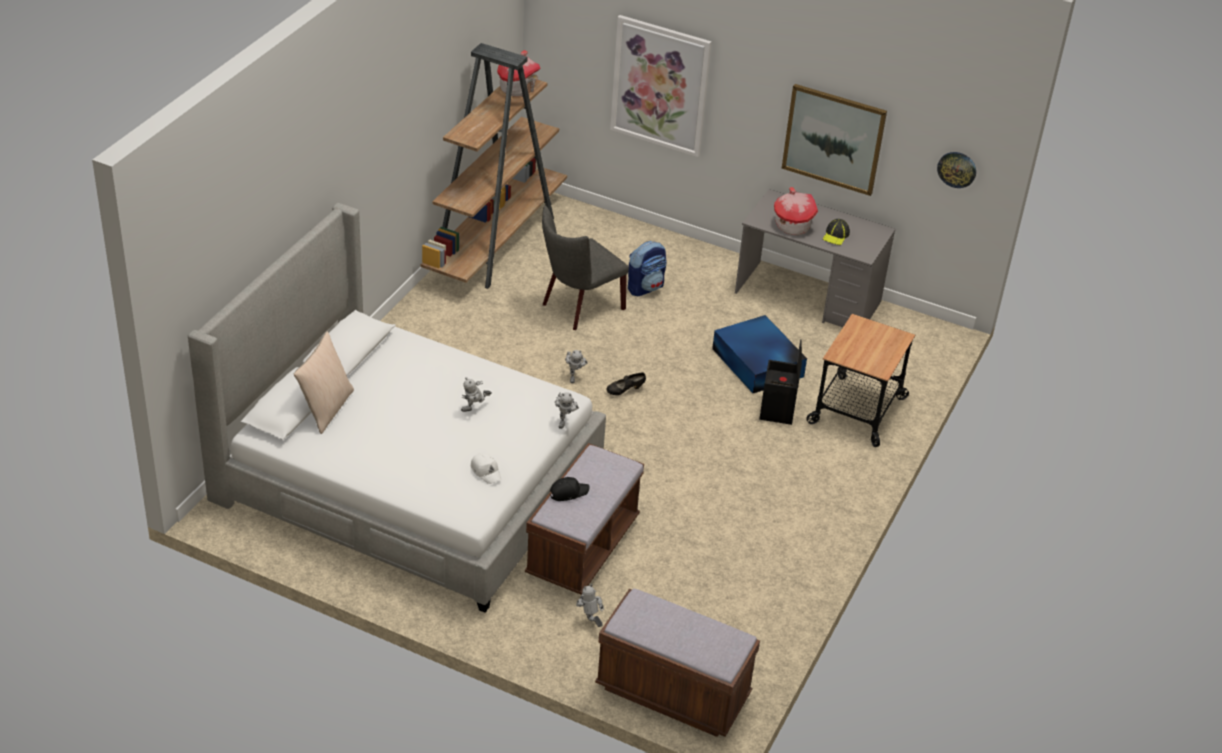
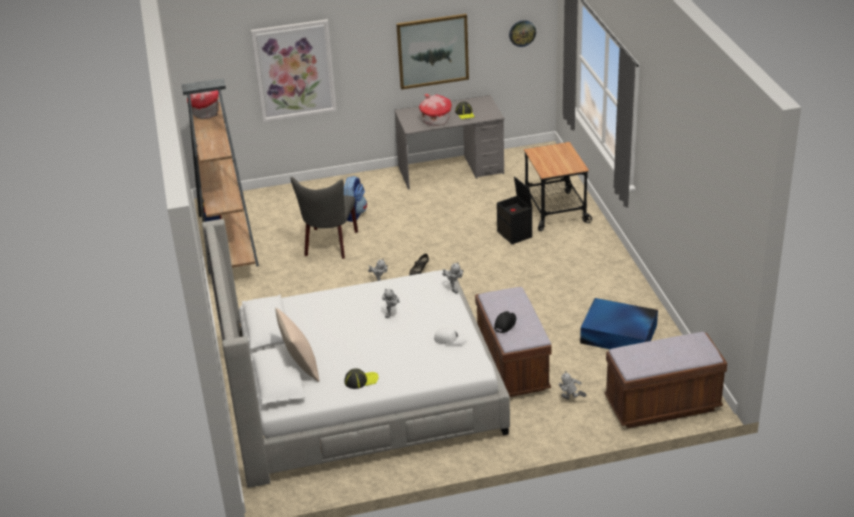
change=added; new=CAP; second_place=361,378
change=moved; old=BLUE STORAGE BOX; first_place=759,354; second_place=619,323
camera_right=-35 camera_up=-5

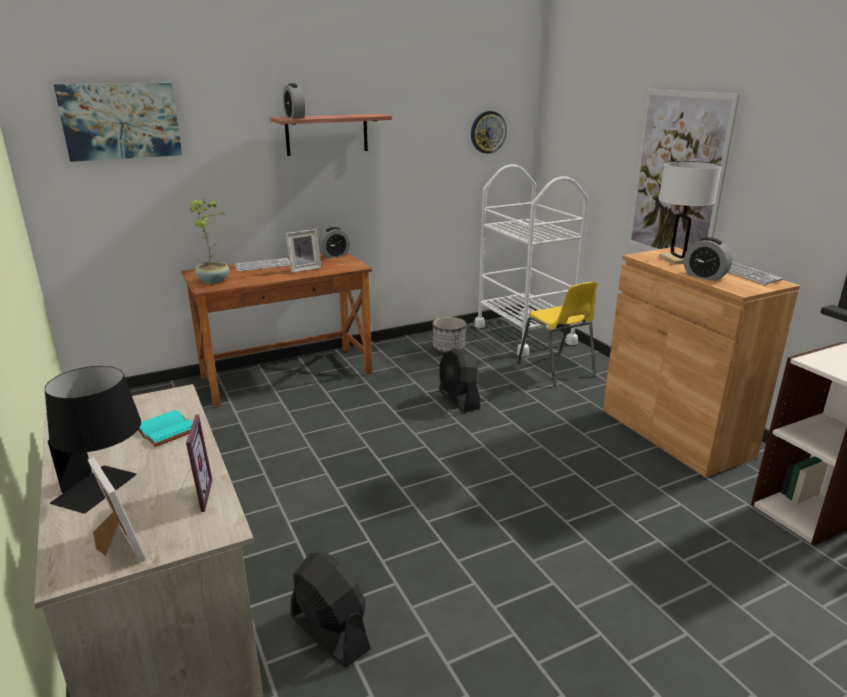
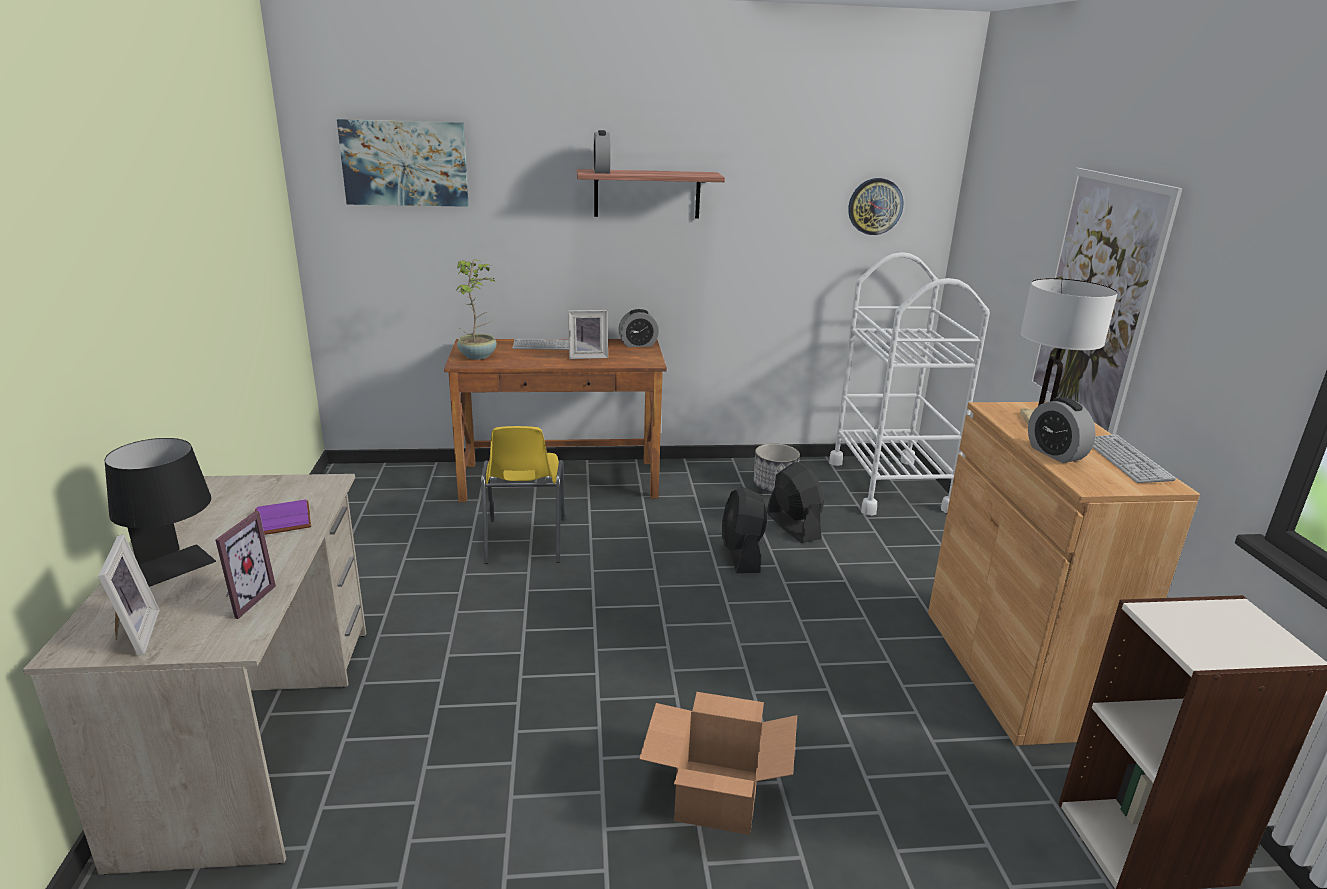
change=recoloured; old=BLUE-GREEN BOUND BOOK; new=PURPLE BOUND BOOK; first_place=165,428; second_place=283,517
change=moved; old=YELLOWISH PLAIN CHAIR; first_place=557,334; second_place=523,495
change=added; new=PACKING BOX; second_place=718,763
change=moved; old=BLACKISH ELECTRIC FAN; first_place=330,609; second_place=795,502
camera_right=20 camera_up=0

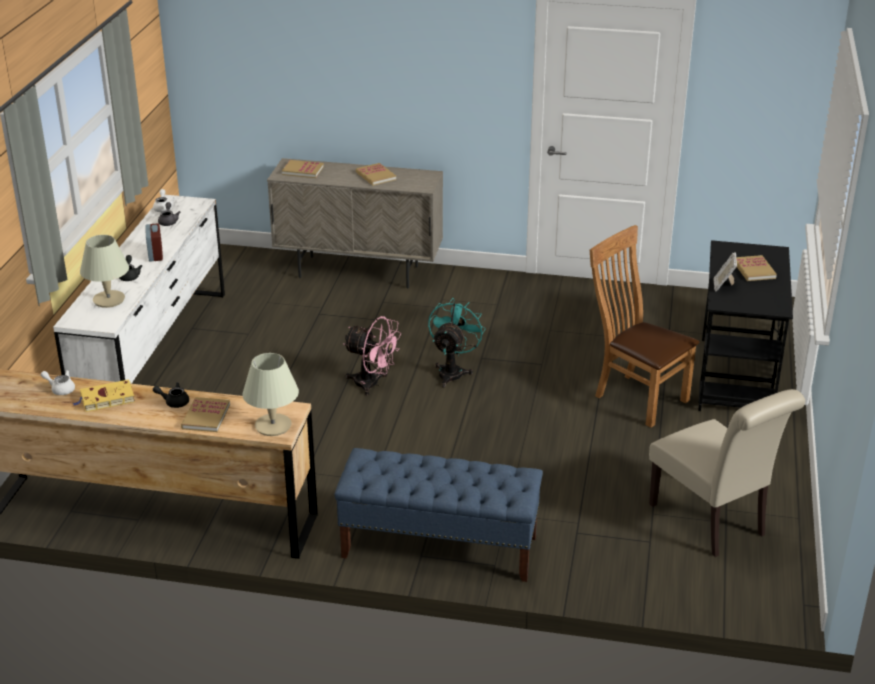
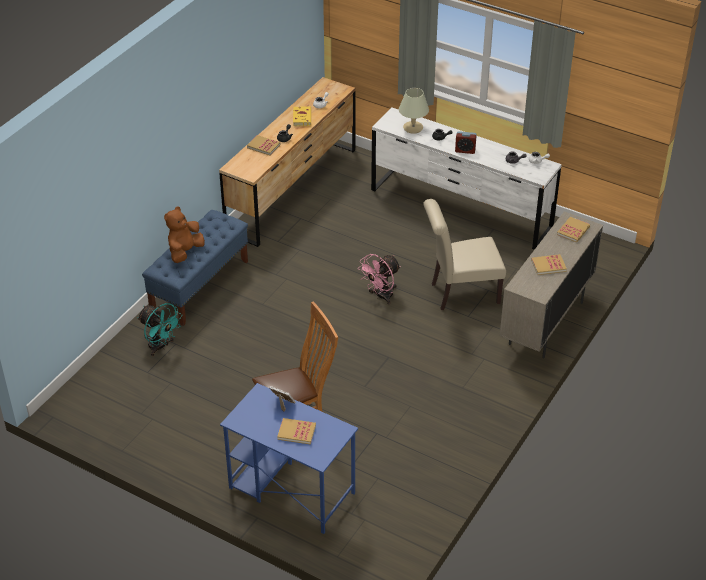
change=moved; old=BLUE-GREEN ELECTRIC FAN; first_place=457,343; second_place=159,329
change=added; new=BROWNISH SOFT TOY; second_place=184,234
change=recoloured; old=BLACKISH DESK TABLE; new=BLUE DESK TABLE; first_place=745,325; second_place=289,458
change=moved; old=BEIGE-COLOURED PLAIN CHAIR; first_place=727,473; second_place=464,254
change=removed; old=BEIGE-COLOURED LAMP FOR A TABLE; first_place=270,394
camera_right=110 camera_up=10

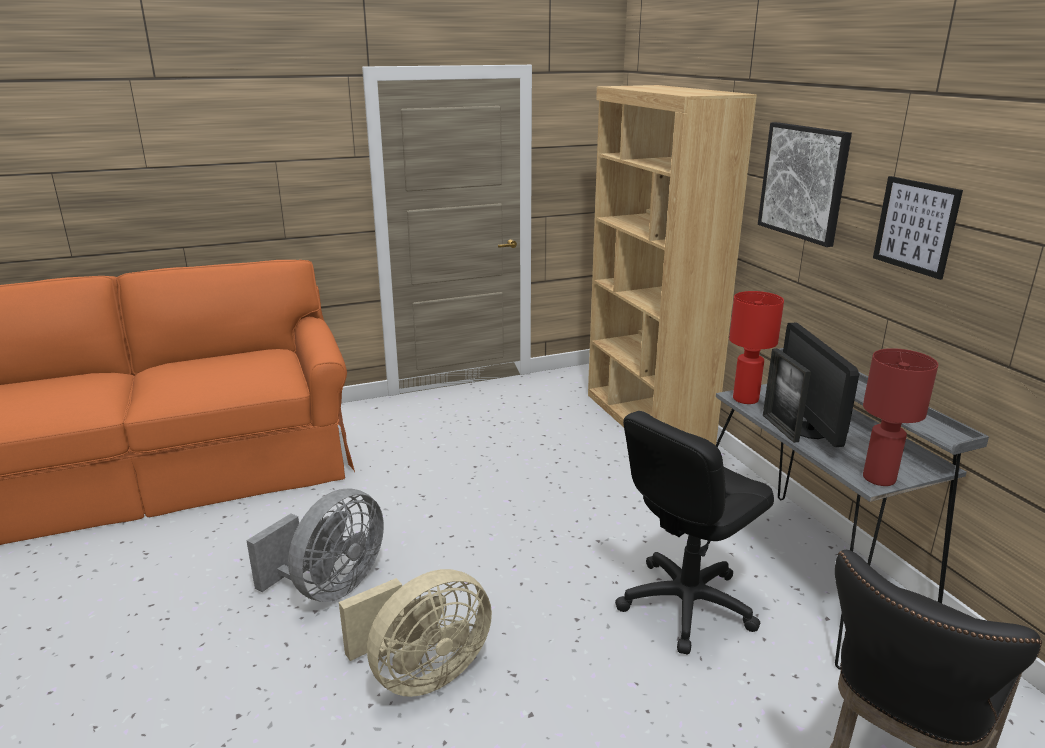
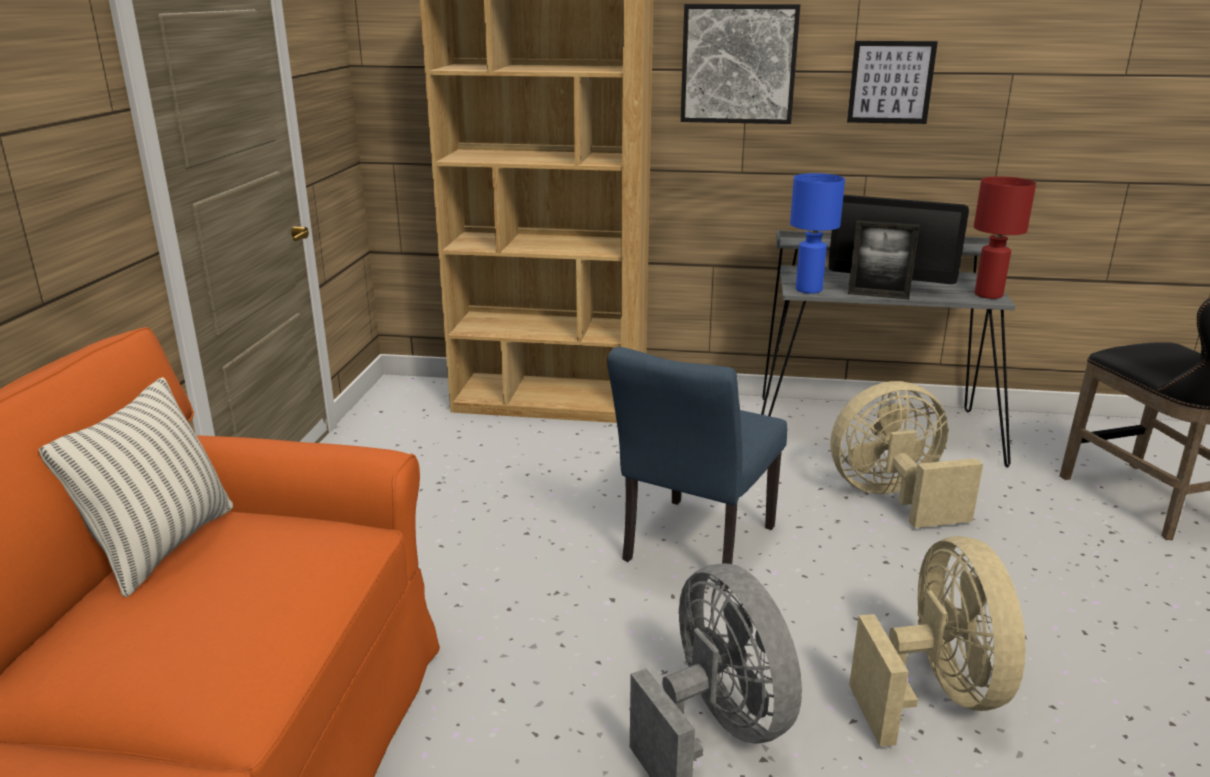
change=added; new=THROW PILLOW; second_place=136,487
change=added; new=BLUE PLAIN CHAIR; second_place=697,469
change=recoloured; old=REDDISH LAMP FOR A TABLE; new=BLUE LAMP FOR A TABLE; first_place=756,347; second_place=817,233
change=replaced; old=BLACKISH OFFICE CHAIR; new=BEIGE-COLOURED ELECTRIC FAN; first_place=694,532; second_place=906,454
camera_right=-60 camera_up=0

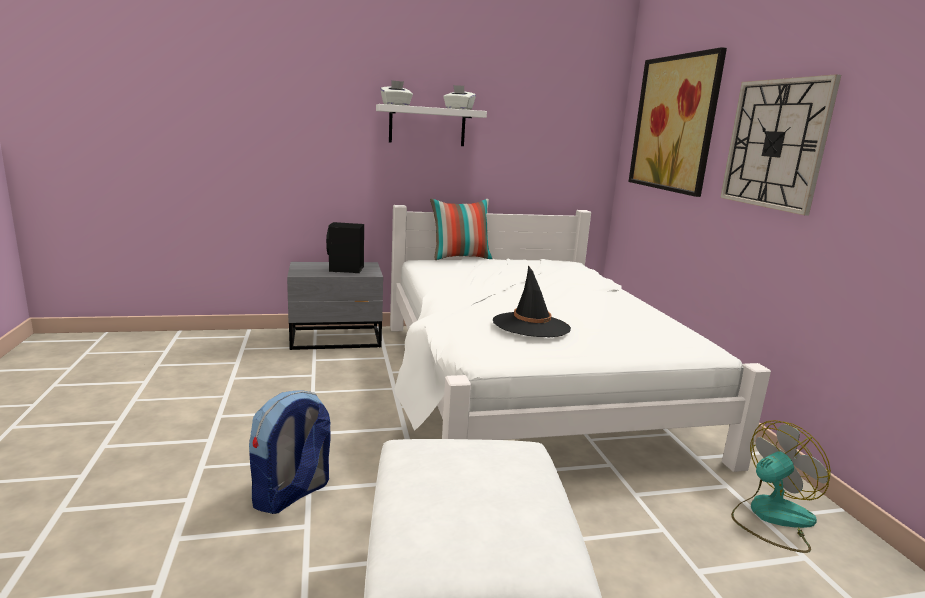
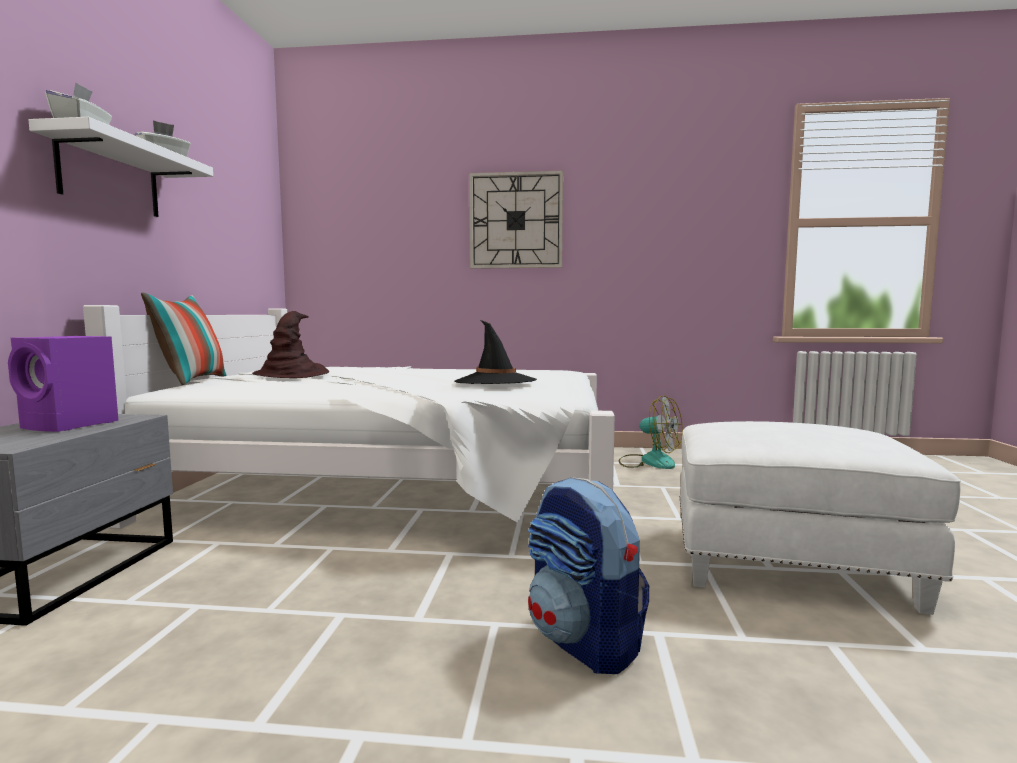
change=recoloured; old=BLACKISH LOUDSPEAKER; new=PURPLE LOUDSPEAKER; first_place=345,247; second_place=63,384
change=added; new=BROWNISH HAT; second_place=290,344
change=turned; old=ELECTRIC FAN; first_place=781,486; second_place=650,432; degrees=135
change=removed; old=WALL ART; first_place=677,122
camera_right=-70 camera_up=-10

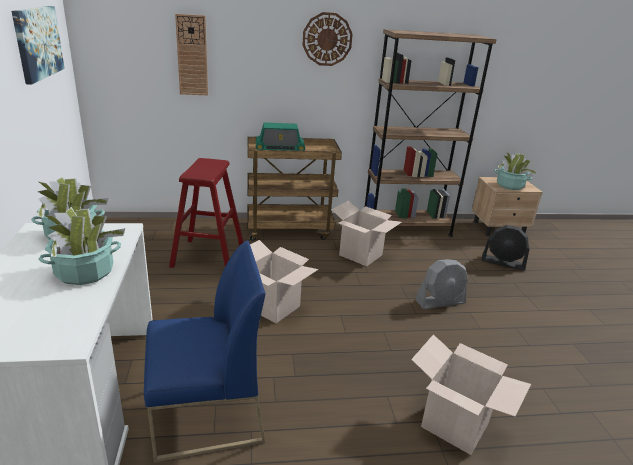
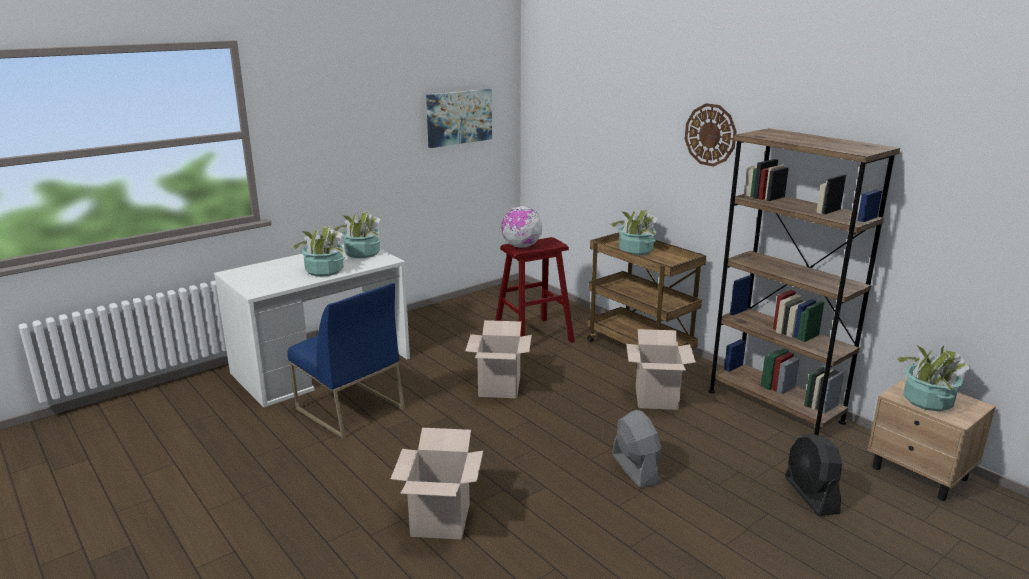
change=added; new=GLOBE; second_place=521,227
change=replaced; old=RADIO SET; new=POTTED PLANT; first_place=280,136; second_place=633,231
change=turned; old=GREY ELECTRIC FAN; first_place=441,284; second_place=637,449; degrees=-150
change=removed; old=HANGING CLOCK; first_place=191,54
camera_right=60 camera_up=-5

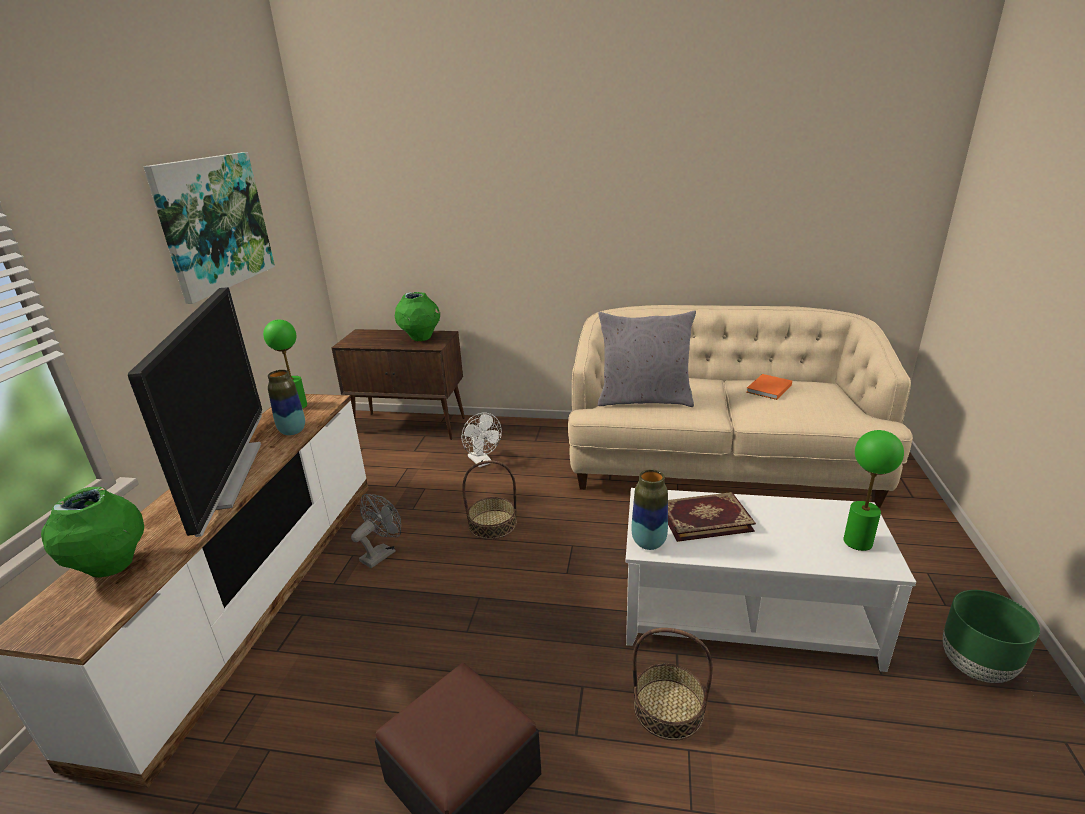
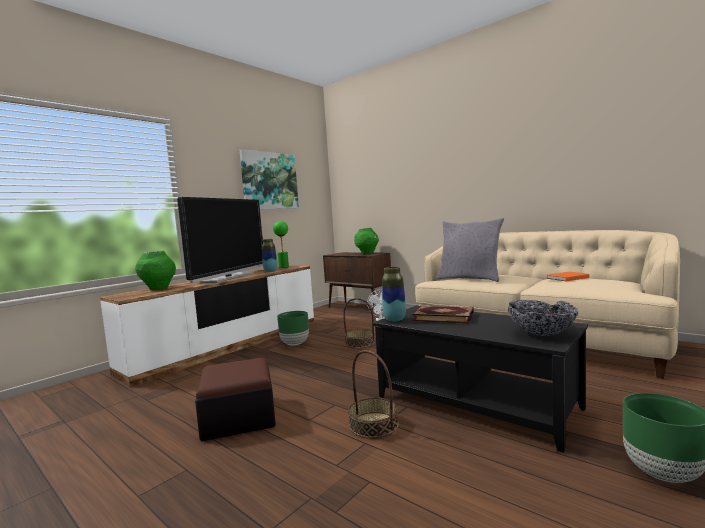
change=replaced; old=GREY ELECTRIC FAN; new=GREEN FLOWER POT; first_place=376,531; second_place=293,328
change=recoloured; old=WHITISH LOUNGE TABLE; new=BLACKISH LOUNGE TABLE; first_place=771,580; second_place=480,379
change=replaced; old=GREEN LAMP FOR A TABLE; new=BOWL; first_place=873,490; second_place=543,318
camera_right=30 camera_up=-20

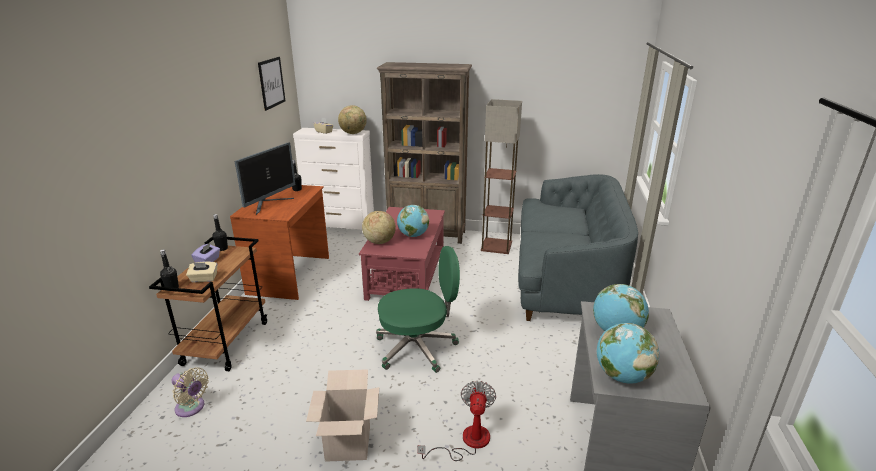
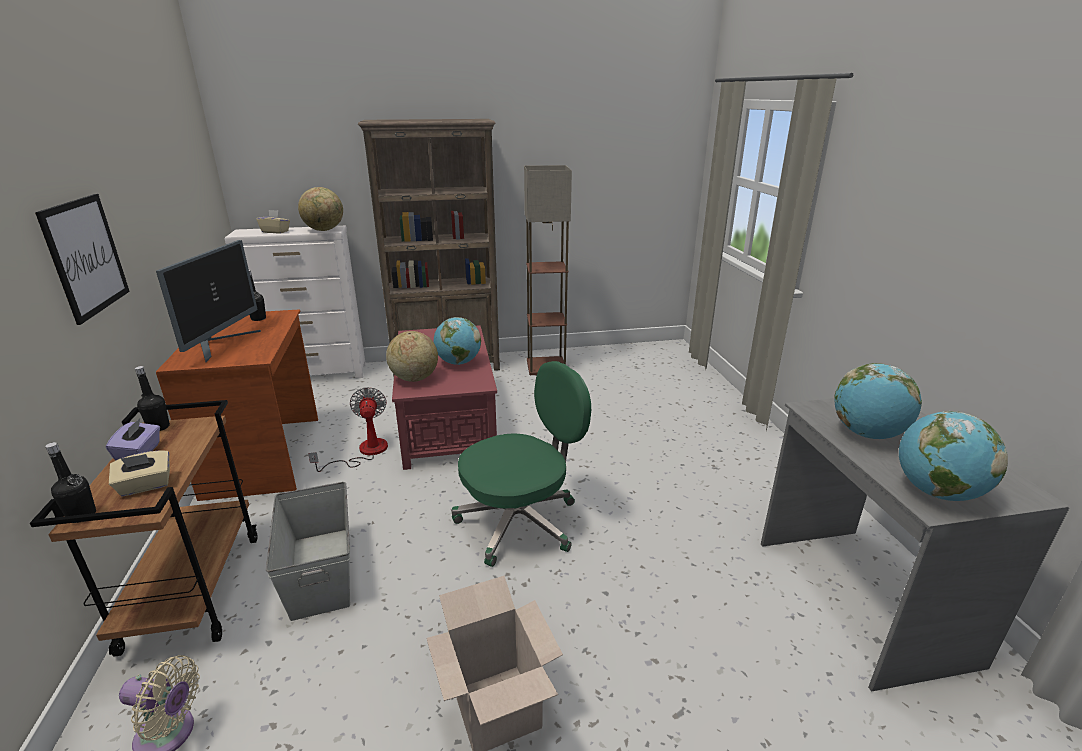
change=moved; old=WALL ART; first_place=271,84; second_place=82,259
change=added; new=GREY STORAGE BOX; second_place=308,551
change=moved; old=ELECTRIC FAN; first_place=456,421; second_place=348,429
change=removed; old=GREY SOFA; first_place=578,247
camera_right=-20 camera_up=0

